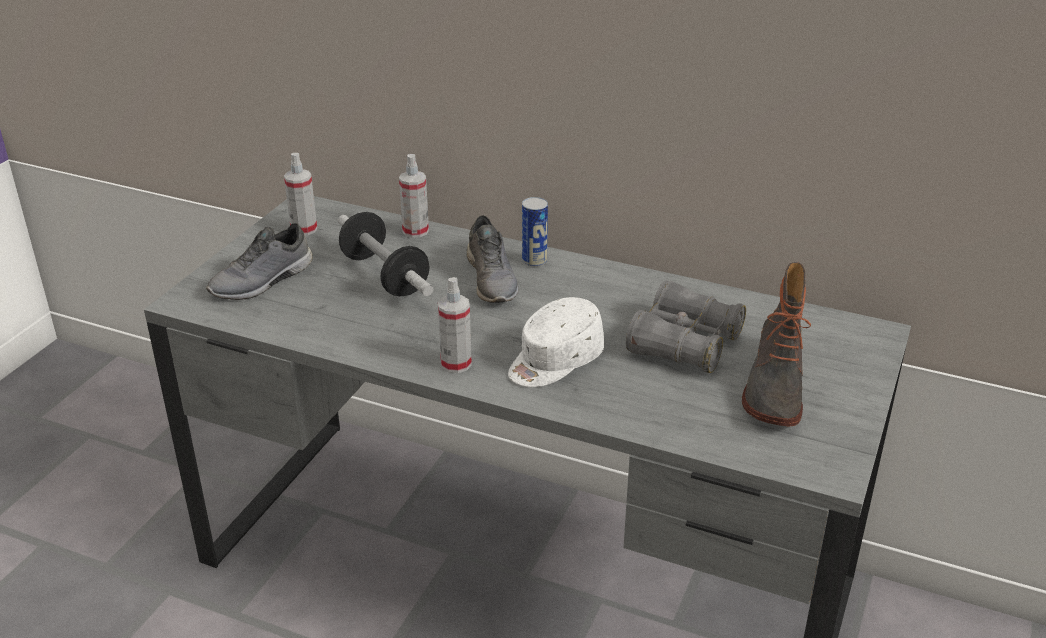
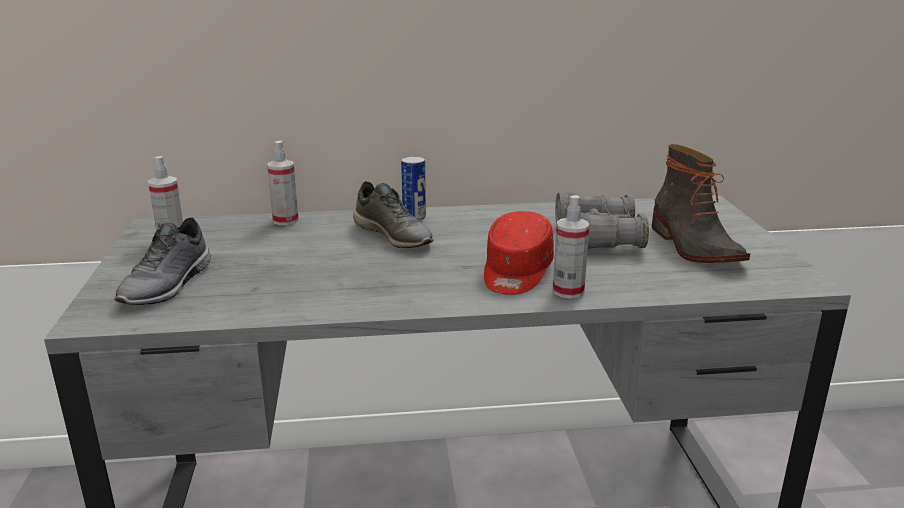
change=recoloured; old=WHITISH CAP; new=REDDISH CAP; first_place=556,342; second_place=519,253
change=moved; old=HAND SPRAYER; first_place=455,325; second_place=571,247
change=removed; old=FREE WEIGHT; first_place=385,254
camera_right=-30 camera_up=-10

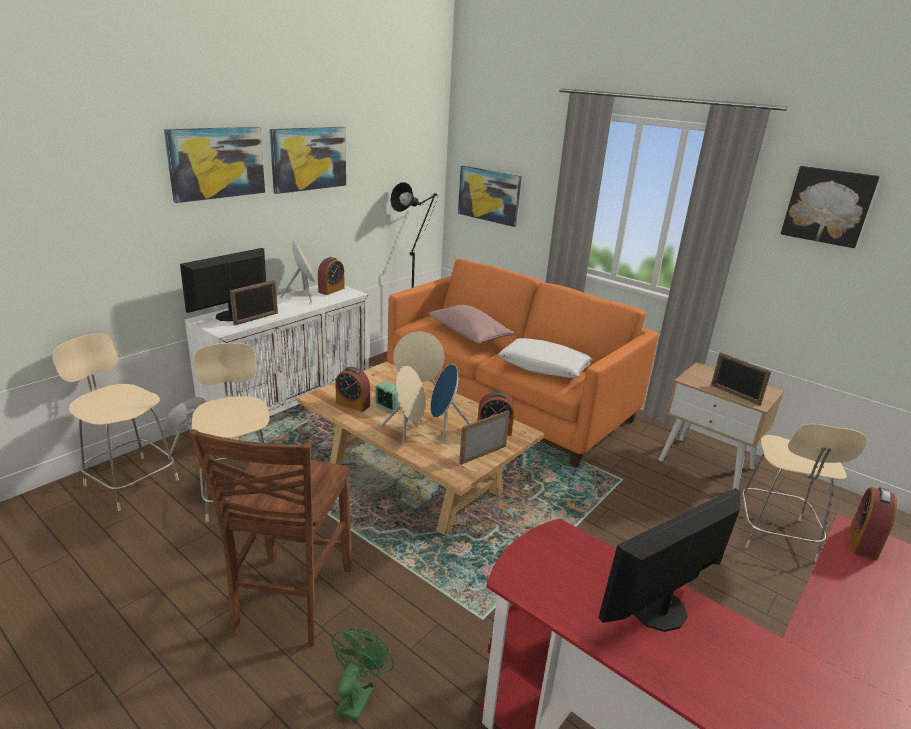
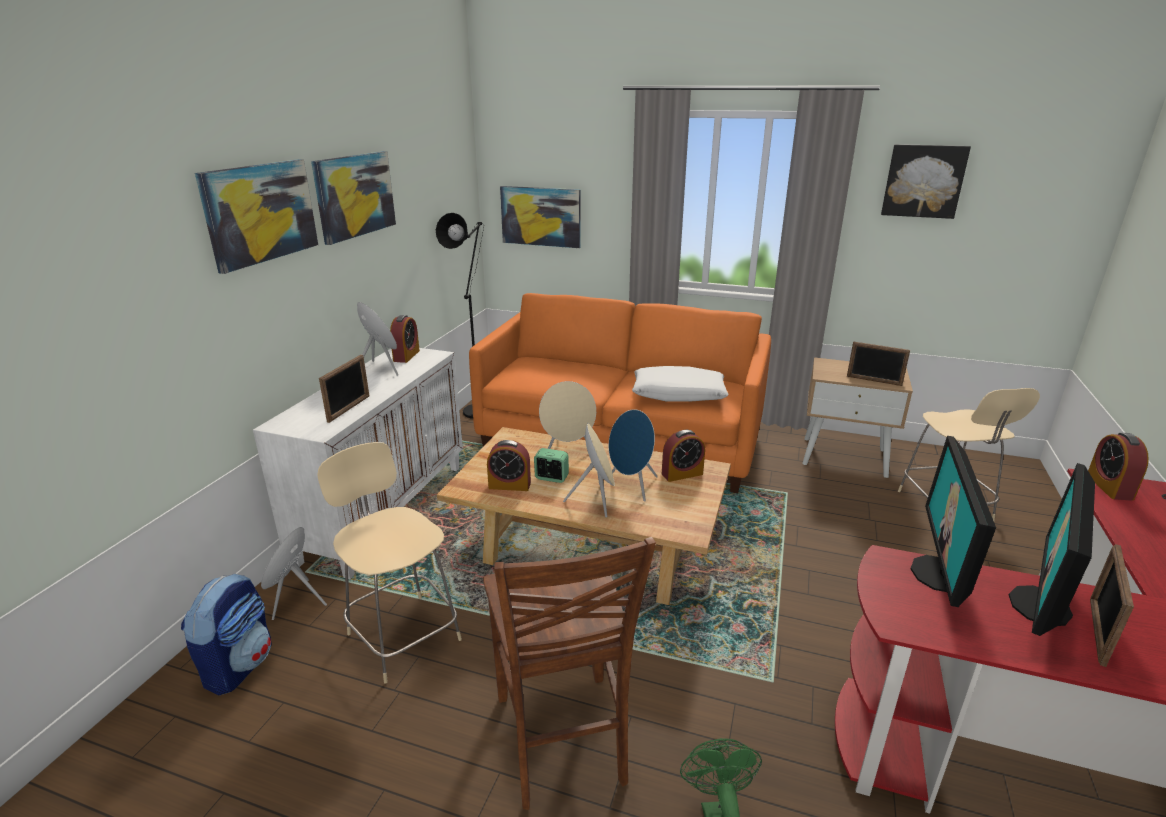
change=replaced; old=BEIGE-COLOURED PLAIN CHAIR; new=KNAPSACK; first_place=115,422; second_place=226,634
change=moved; old=COMPUTER DISPLAY; first_place=223,284; second_place=953,521
change=moved; old=PICTURE FRAME; first_place=484,437; second_place=1112,605
change=removed; old=PINK THROW PILLOW; first_place=471,324
camera_right=-20 camera_up=0

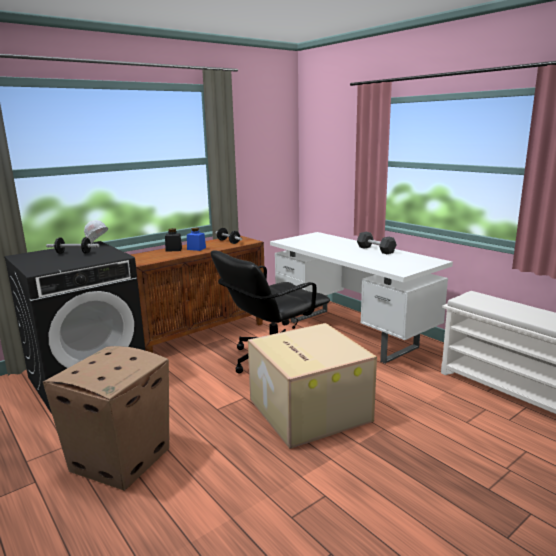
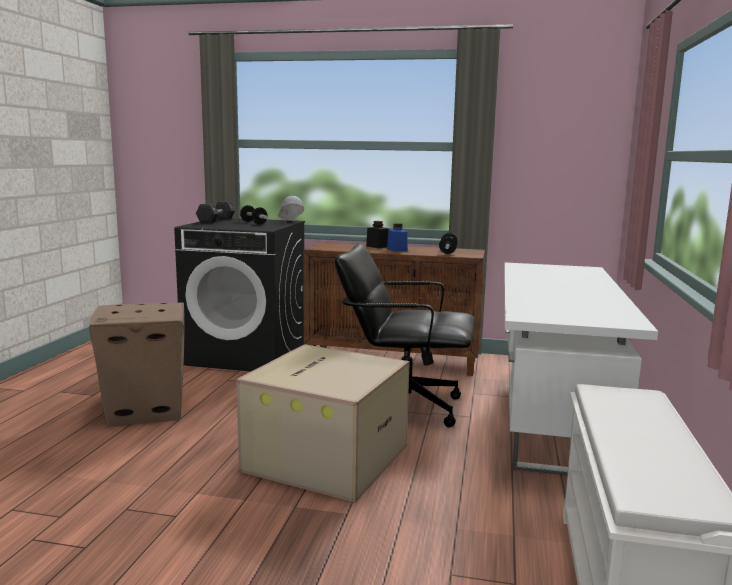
change=moved; old=BLACKISH FREE WEIGHT; first_place=377,243; second_place=216,212
camera_right=50 camera_up=-5

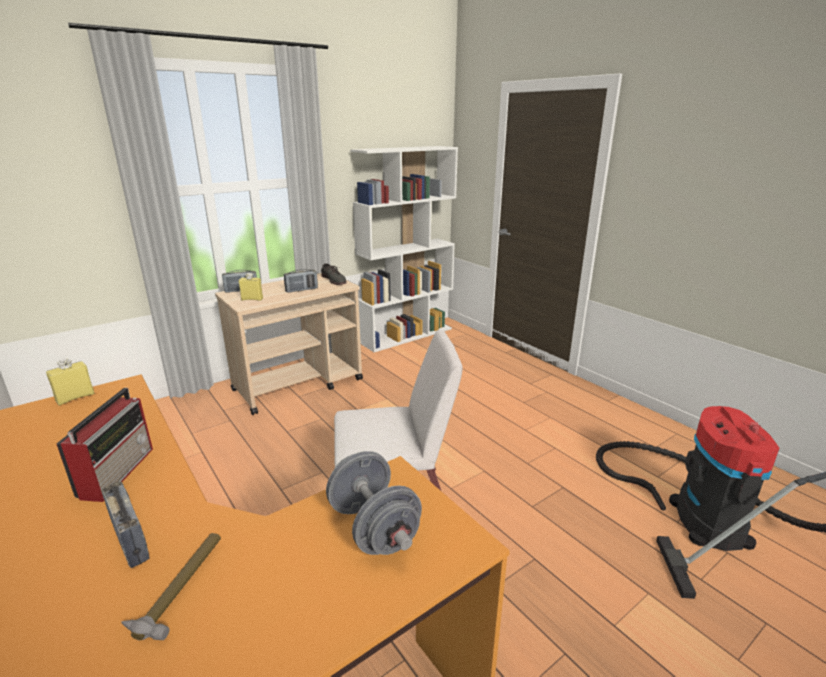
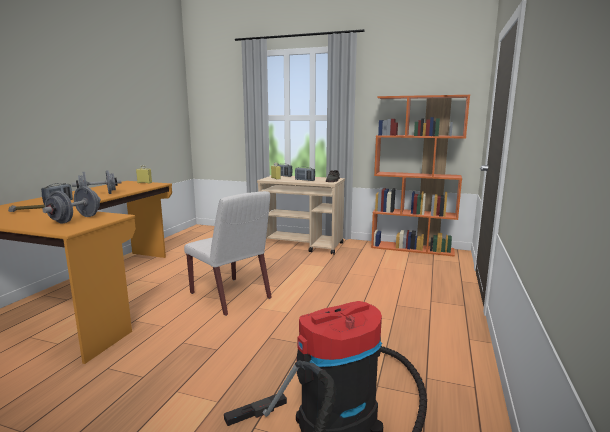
change=replaced; old=RADIO SET; new=GREY FREE WEIGHT; first_place=104,445; second_place=96,182
change=recoloured; old=WHITISH BOOKSHELF; new=ORANGE-COLOURED BOOKSHELF; first_place=404,249; second_place=420,176
camera_right=55 camera_up=-10

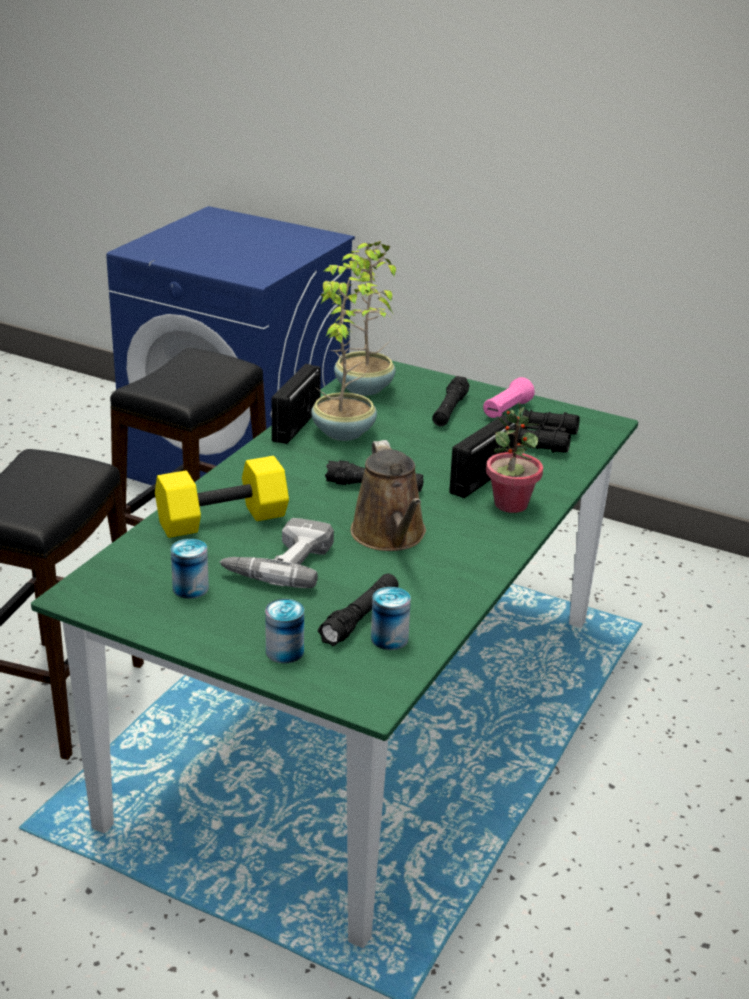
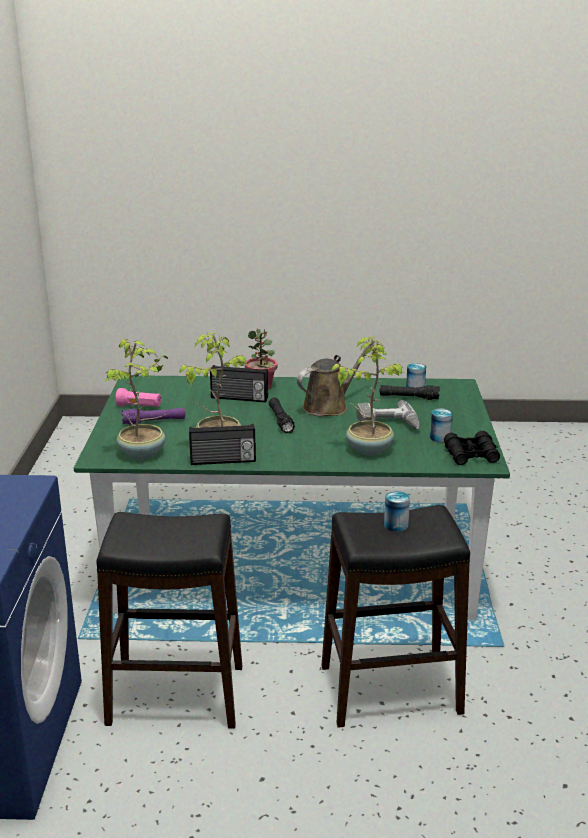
change=recoloured; old=BLACKISH FLASHLIGHT; new=PURPLE FLASHLIGHT; first_place=451,401; second_place=153,416
change=replaced; old=YELLOWISH FREE WEIGHT; new=POTTED PLANT; first_place=222,497; second_place=367,396
change=moved; old=SEALED CAN; first_place=284,631; second_place=397,511
change=moved; old=BLACKISH BINOCULARS; first_place=548,431; second_place=472,448
camera_right=-115 camera_up=-5

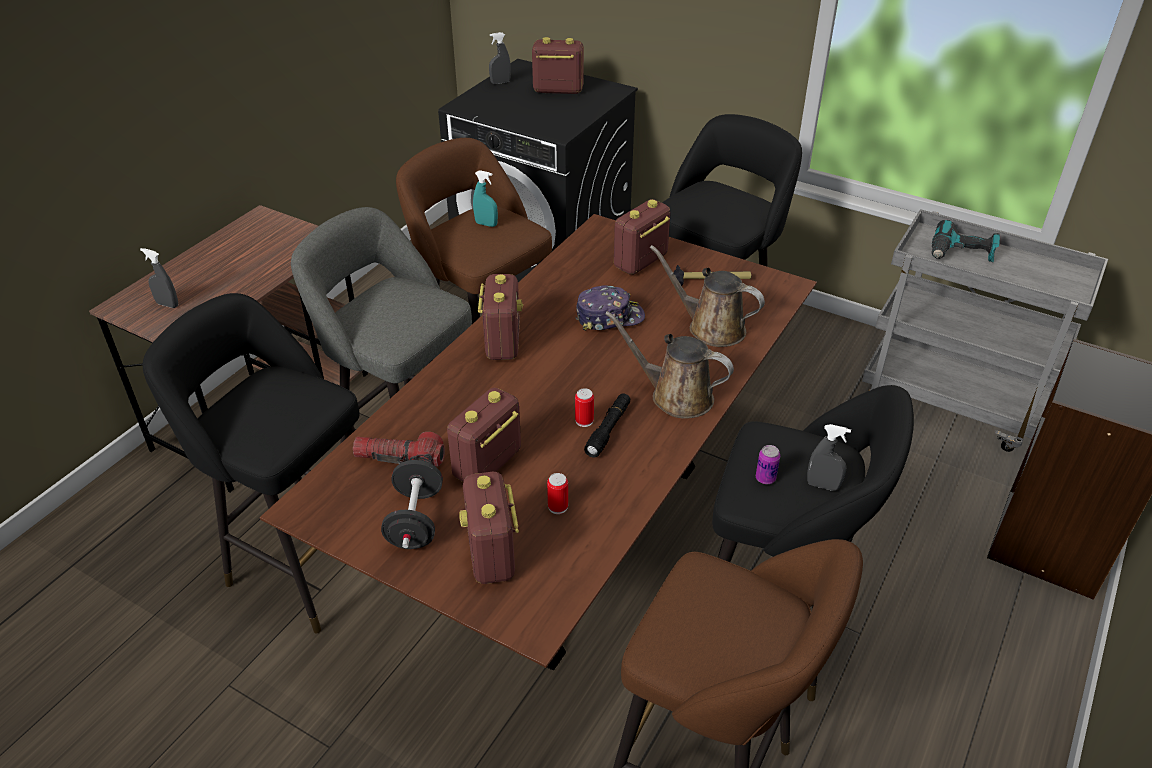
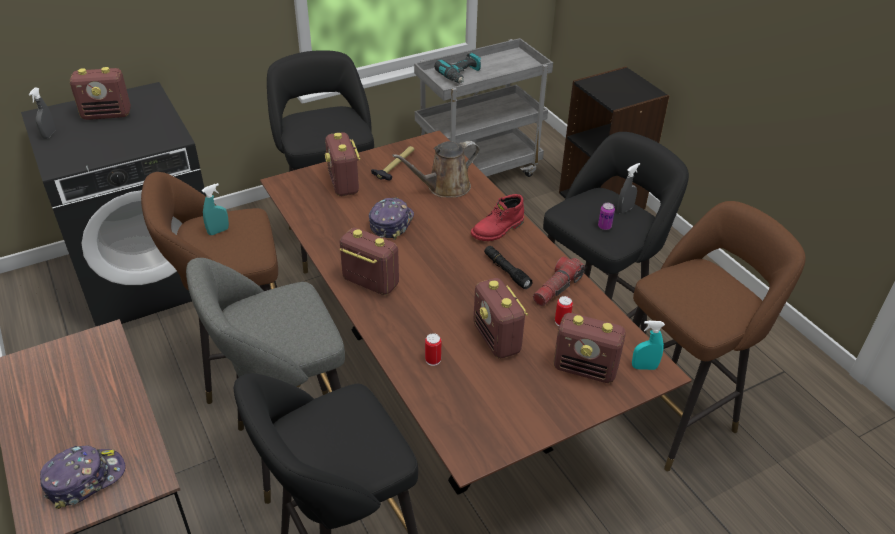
change=replaced; old=GREY HAND SPRAYER; new=CAP; first_place=159,278; second_place=83,477
change=turned; old=RADIO SET; first_place=558,65; second_place=100,93; degrees=-135
change=moved; old=SEALED CAN; first_place=584,407; second_place=433,349
change=replaced; old=BROWNISH WATERING CAN; new=REDDISH BOOT; first_place=669,365; second_place=497,217
change=moved; old=FLASHLIGHT; first_place=399,449; second_place=558,281
change=added; new=BLUE-GREEN HAND SPRAYER; second_place=648,345
change=removed; old=BLACKISH FREE WEIGHT; first_place=412,504
camera_right=-60 camera_up=0

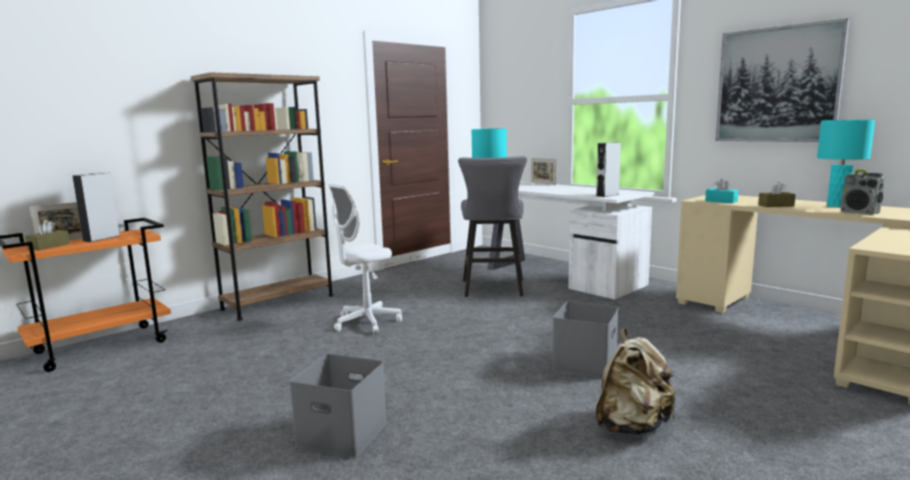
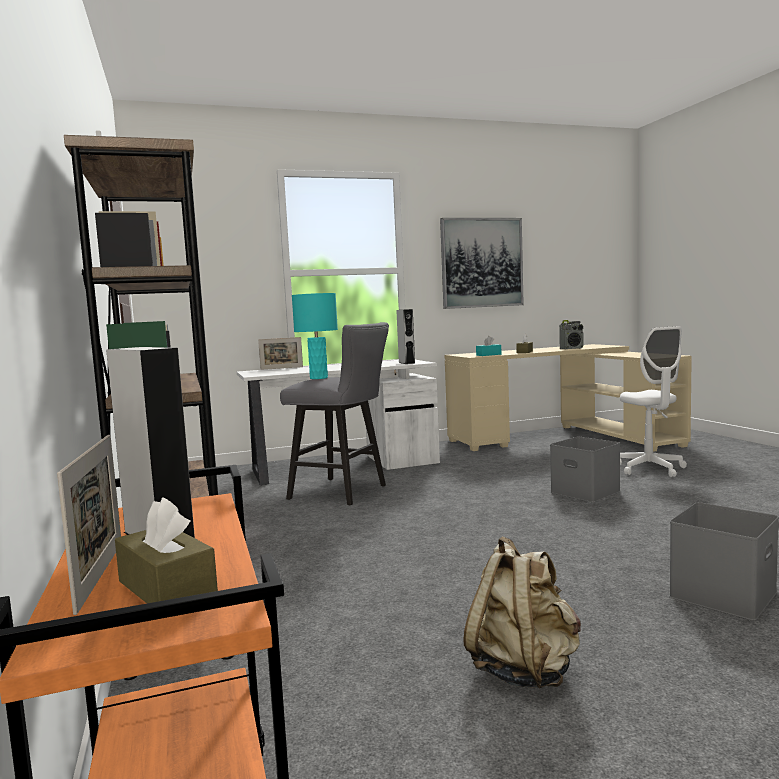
change=moved; old=BEIGE-COLOURED KNAPSACK; first_place=635,381; second_place=522,612
change=moved; old=WHITISH OFFICE CHAIR; first_place=365,259; second_place=653,401
change=removed; old=BLUE-GREEN LAMP FOR A TABLE; first_place=846,163
camera_right=-65 camera_up=-5

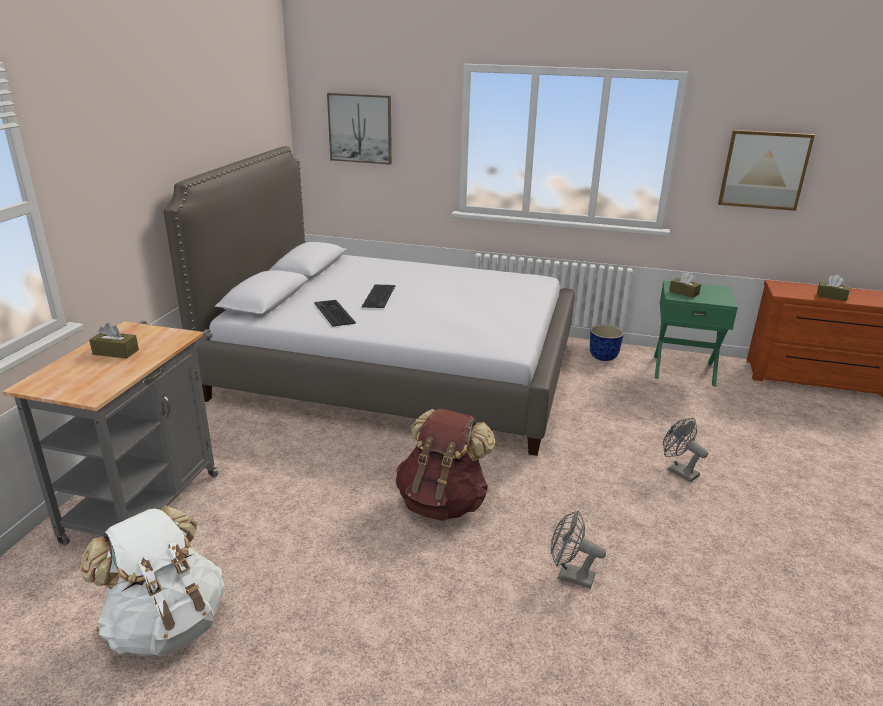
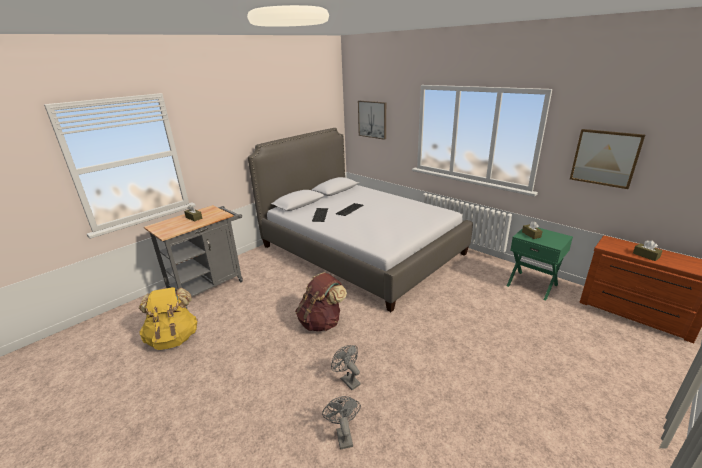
change=recoloured; old=WHITISH KNAPSACK; new=YELLOWISH KNAPSACK; first_place=152,581; second_place=168,318
change=moved; old=GREY ELECTRIC FAN; first_place=685,450; second_place=341,423
change=removed; old=FLOWER POT; first_place=607,343
camera_right=30 camera_up=0

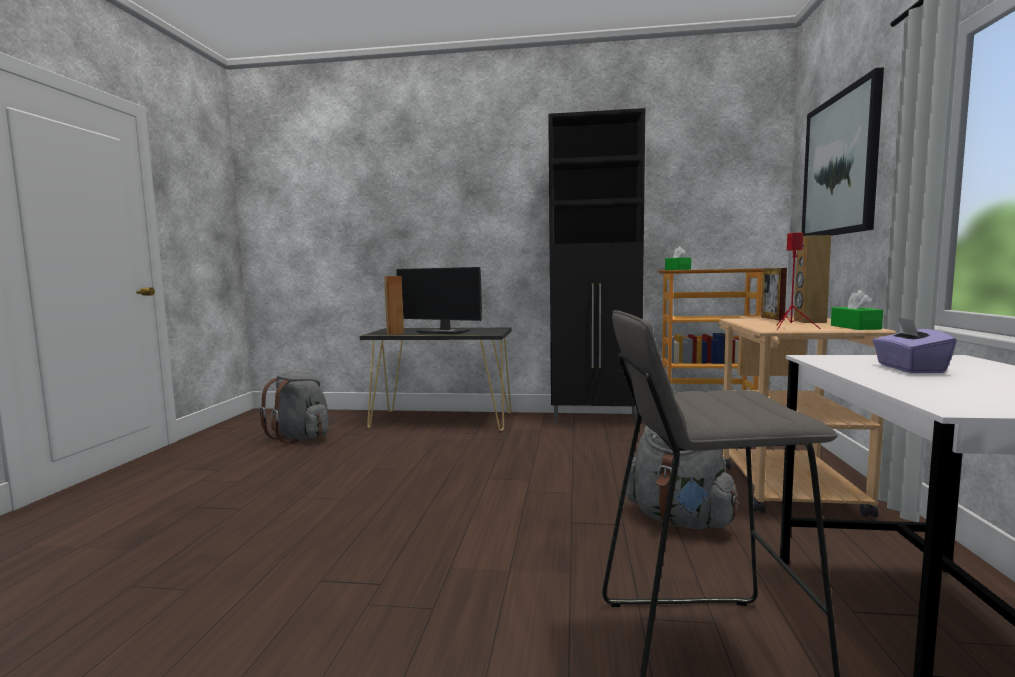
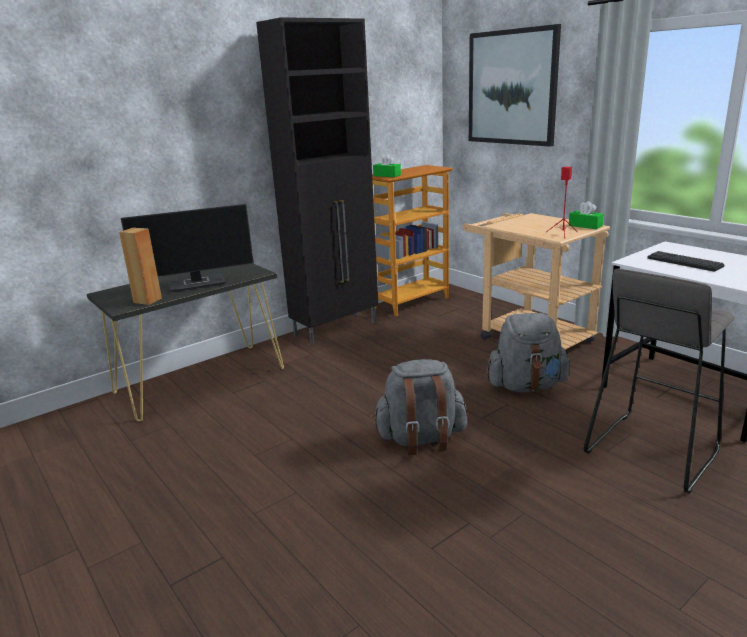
change=moved; old=GREY KNAPSACK; first_place=294,407; second_place=419,407
change=replaced; old=PURPLE TISSUE HOLDER; new=COMPUTER KEYBOARD; first_place=915,345; second_place=686,261
change=removed; old=PICTURE FRAME; first_place=774,294
change=removed; old=BROWNISH LOUDSPEAKER; first_place=812,279
camera_right=-45 camera_up=15

